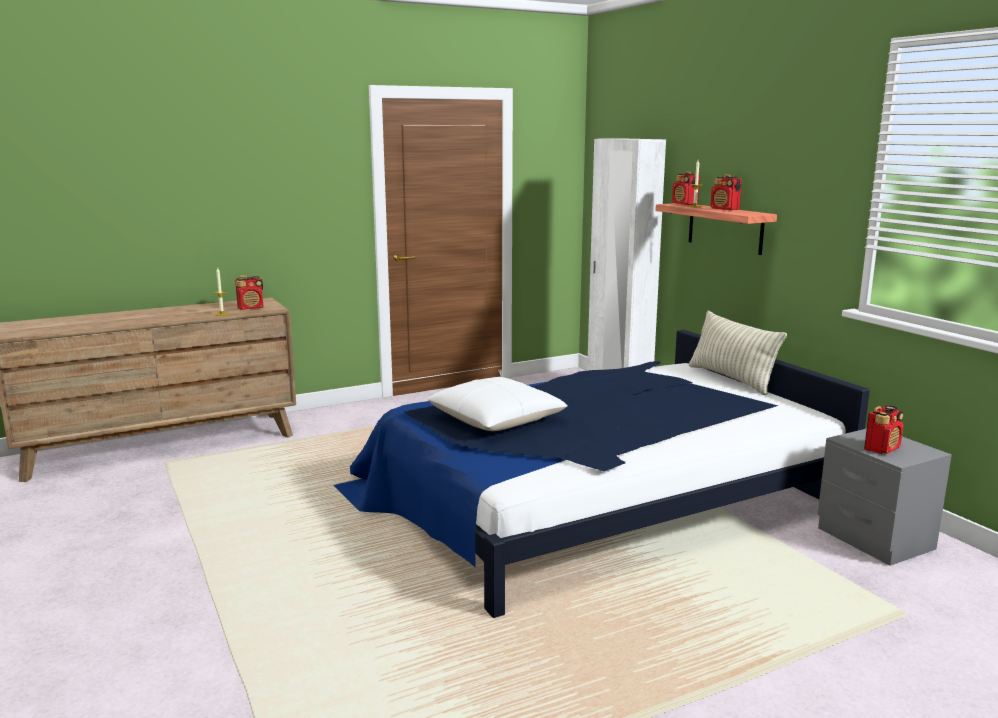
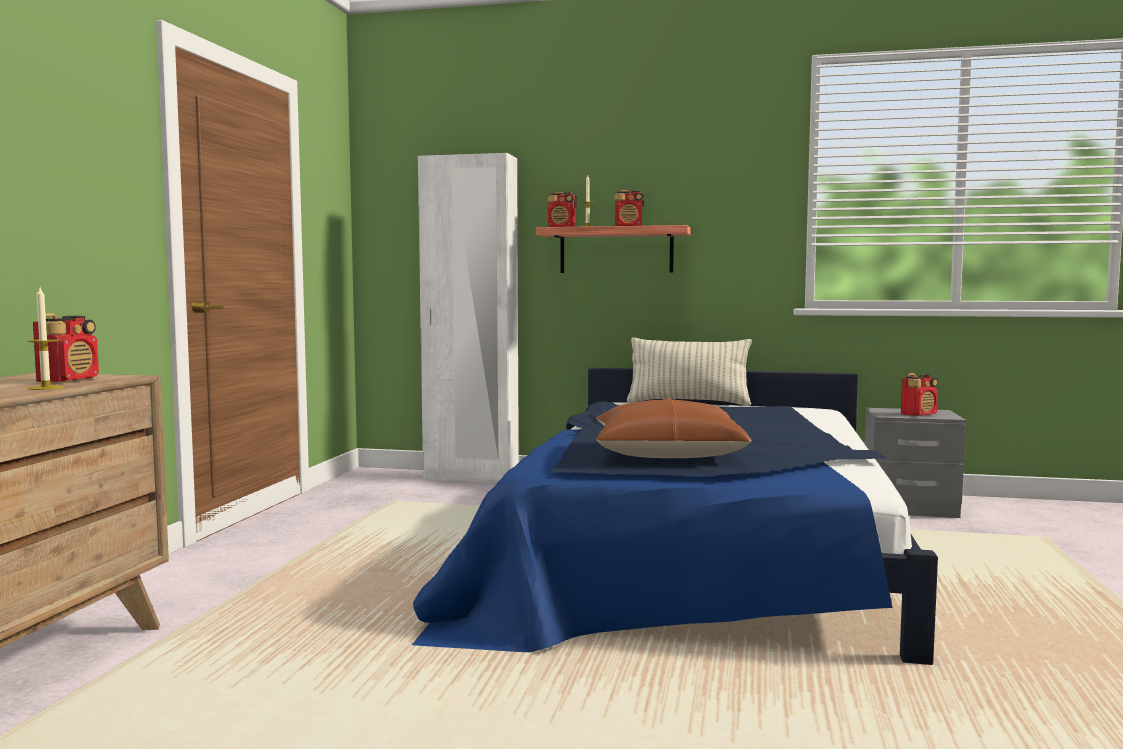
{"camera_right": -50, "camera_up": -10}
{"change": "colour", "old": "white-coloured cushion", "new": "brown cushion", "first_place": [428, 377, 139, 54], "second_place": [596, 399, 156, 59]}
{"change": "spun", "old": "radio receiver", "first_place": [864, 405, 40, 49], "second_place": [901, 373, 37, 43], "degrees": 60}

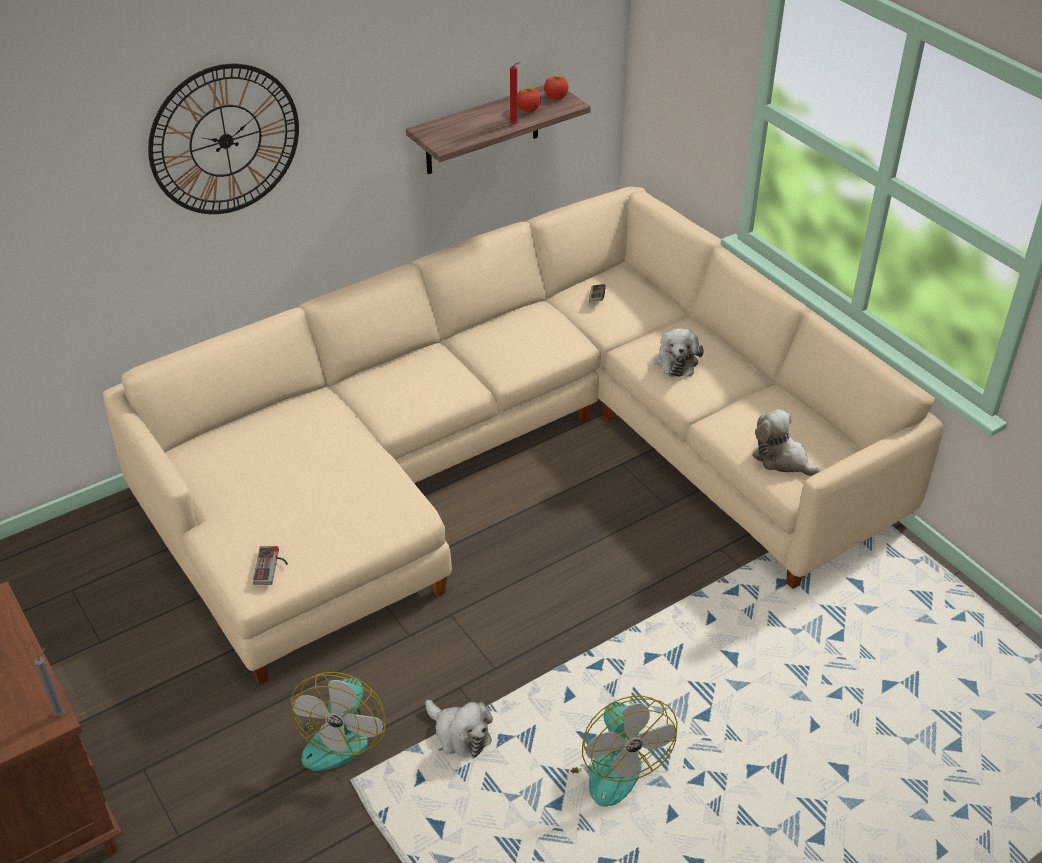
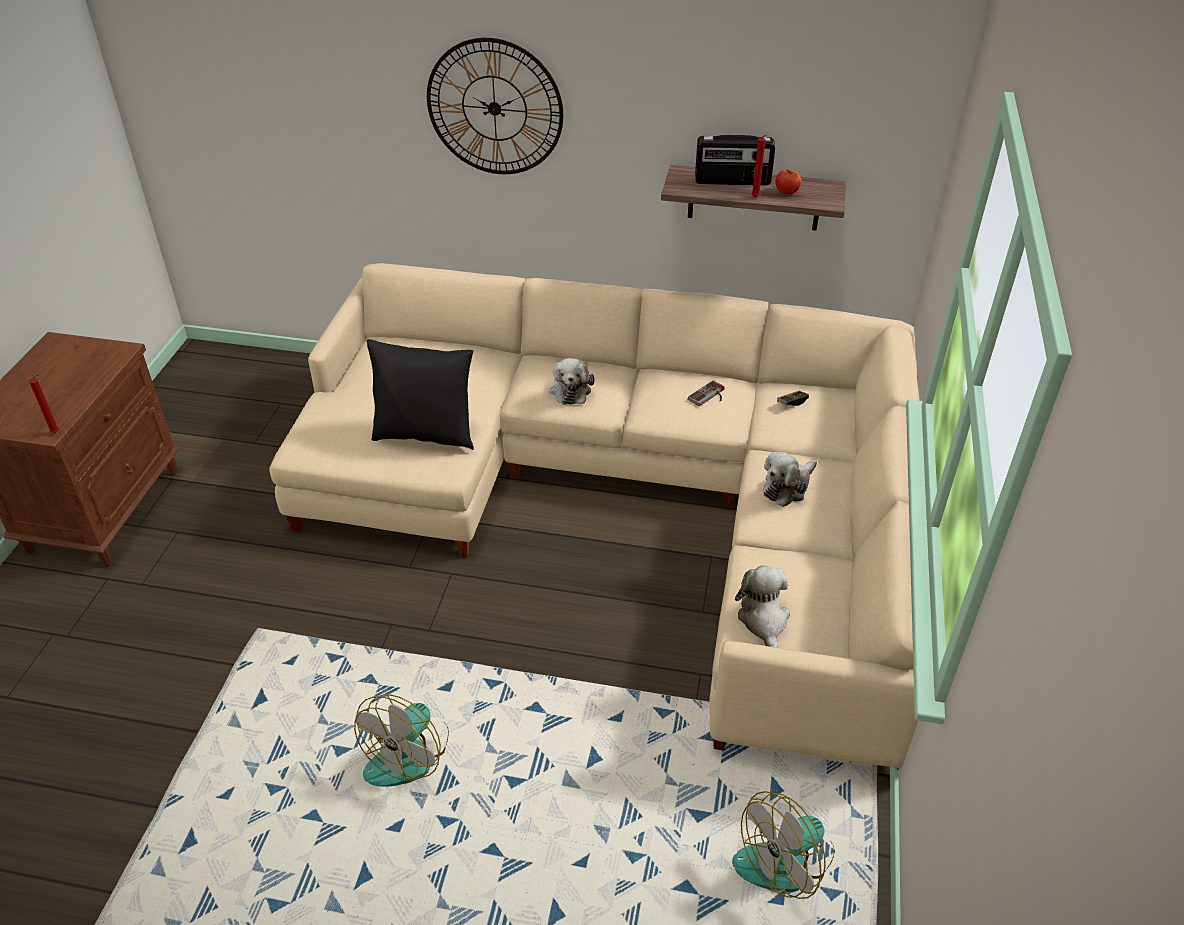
{"camera_right": 45, "camera_up": 0}
{"change": "colour", "old": "gray wax light", "new": "reddish wax light", "first_place": [34, 648, 31, 68], "second_place": [29, 374, 30, 59]}
{"change": "appeared", "new": "blackish cushion", "second_place": [367, 339, 107, 111]}
{"change": "relocated", "old": "cuddly toy", "first_place": [425, 700, 68, 58], "second_place": [549, 358, 46, 47]}
{"change": "relocated", "old": "game controller", "first_place": [253, 546, 35, 39], "second_place": [688, 380, 37, 26]}
{"change": "appeared", "new": "radio receiver", "second_place": [695, 135, 80, 50]}
{"change": "relocated", "old": "cooling fan", "first_place": [291, 672, 95, 99], "second_place": [732, 791, 103, 108]}
{"change": "missing", "old": "apple", "first_place": [544, 76, 25, 24]}

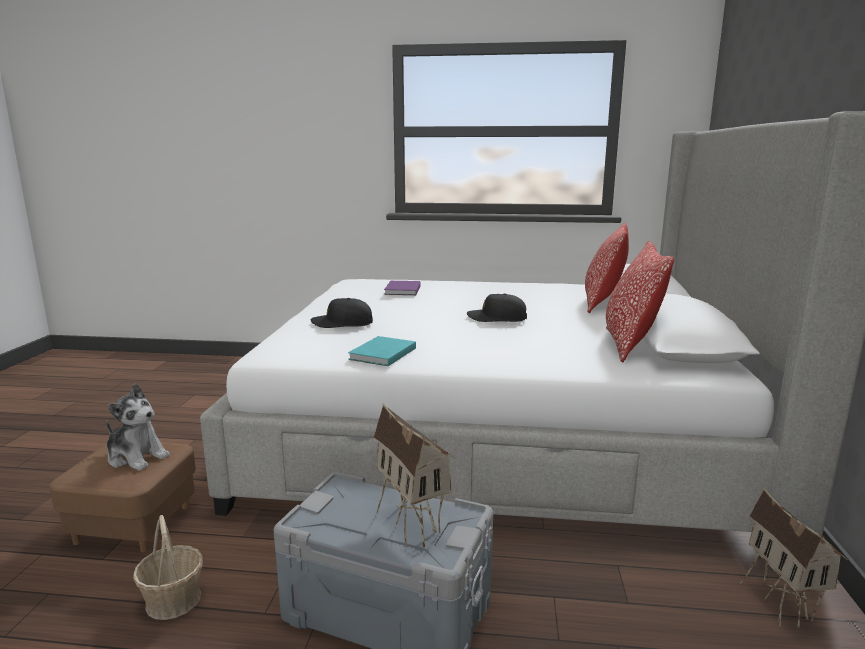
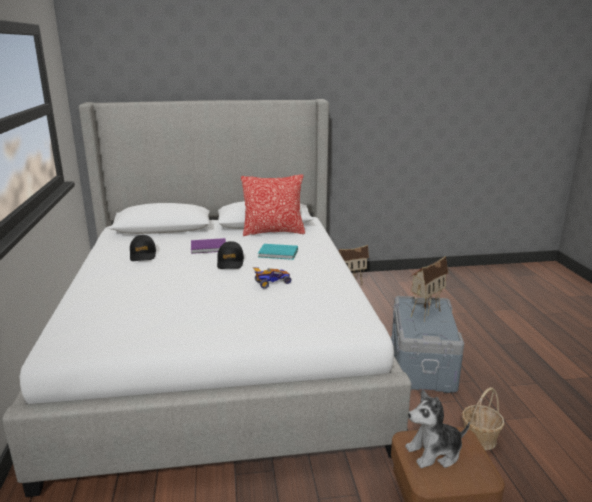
{"camera_right": -105, "camera_up": 5}
{"change": "relocated", "old": "blackish peaked cap", "first_place": [311, 298, 62, 30], "second_place": [130, 235, 26, 26]}
{"change": "relocated", "old": "purplish bound book", "first_place": [384, 281, 37, 14], "second_place": [191, 238, 35, 16]}
{"change": "appeared", "new": "model car", "second_place": [253, 267, 38, 22]}
{"change": "relocated", "old": "turquoise-coloured bound book", "first_place": [348, 336, 68, 30], "second_place": [258, 244, 40, 16]}
{"change": "spun", "old": "cuddly toy", "first_place": [106, 383, 64, 88], "second_place": [405, 389, 65, 79], "degrees": -120}
{"change": "missing", "old": "cushion", "first_place": [585, 222, 44, 91]}

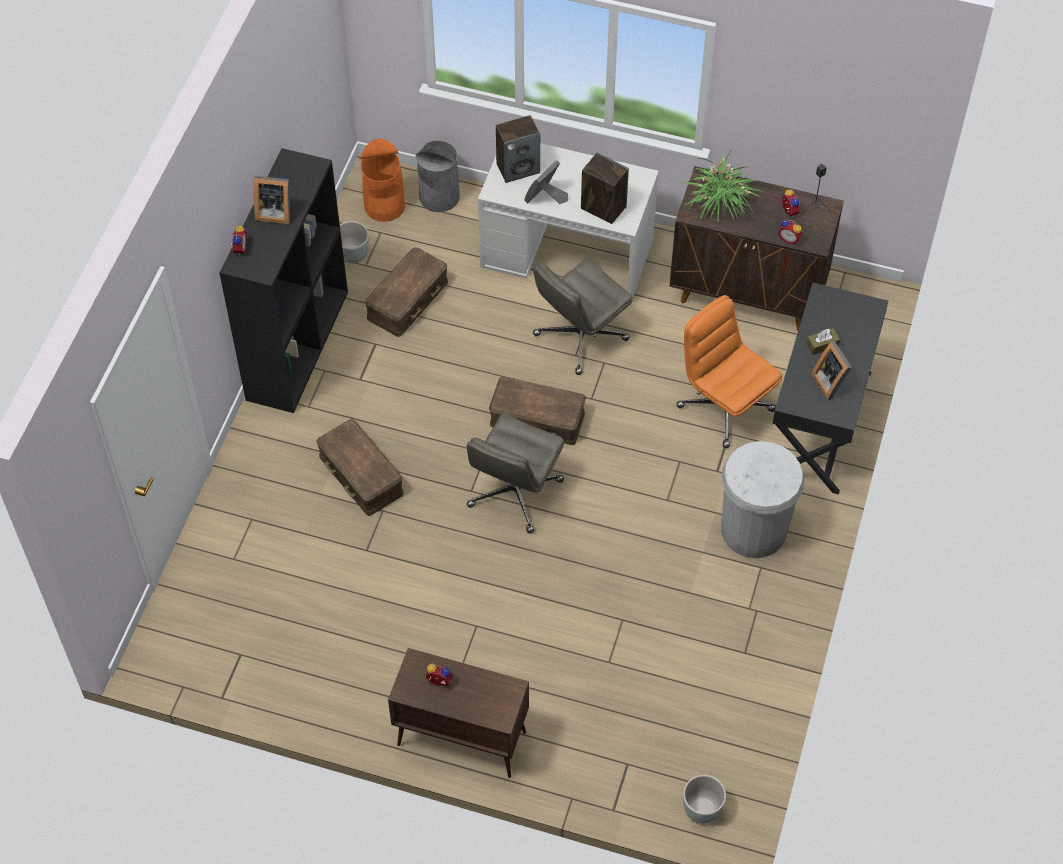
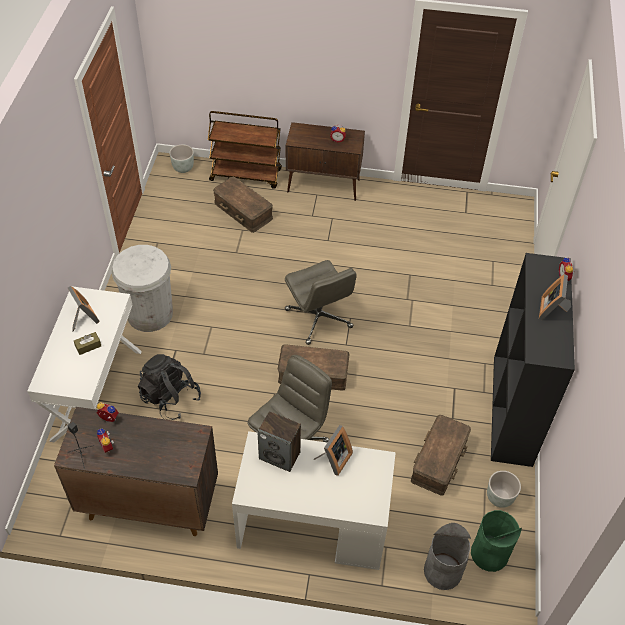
{"camera_right": 170, "camera_up": -5}
{"change": "colour", "old": "blackish desk unit", "new": "white-coloured desk unit", "first_place": [773, 282, 115, 212], "second_place": [27, 286, 115, 156]}
{"change": "exchanged", "old": "orange-coloured office chair", "new": "blackish knapsack", "first_place": [676, 295, 106, 153], "second_place": [138, 354, 63, 66]}
{"change": "appeared", "new": "brown trolley", "second_place": [208, 111, 74, 78]}
{"change": "relocated", "old": "brown storage box", "first_place": [316, 419, 88, 97], "second_place": [213, 177, 60, 56]}
{"change": "spun", "old": "gray office chair", "first_place": [467, 414, 97, 119], "second_place": [285, 260, 72, 85], "degrees": 135}
{"change": "colour", "old": "orange-coloured waste bin", "new": "green waste bin", "first_place": [360, 138, 45, 84], "second_place": [471, 510, 51, 62]}
{"change": "spun", "old": "picture frame", "first_place": [253, 176, 37, 48], "second_place": [539, 274, 32, 46], "degrees": -75}
{"change": "missing", "old": "loudspeaker", "first_place": [496, 115, 44, 68]}
{"change": "missing", "old": "houseplant", "first_place": [683, 150, 80, 70]}

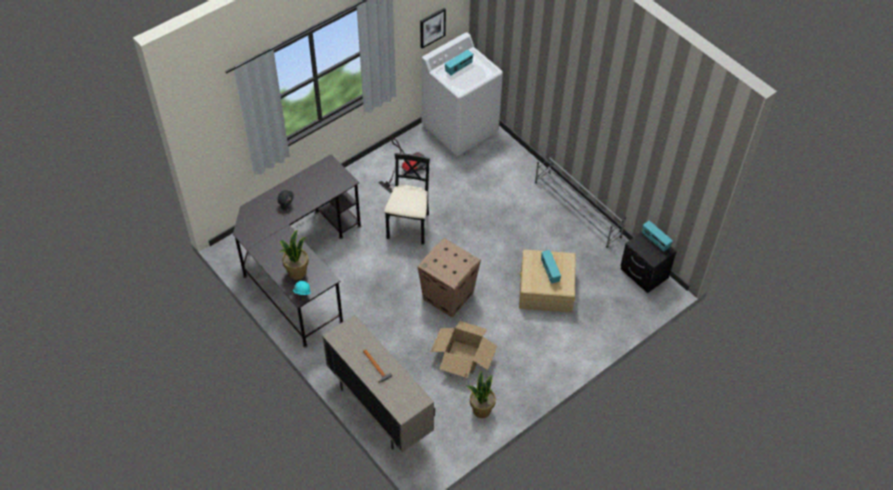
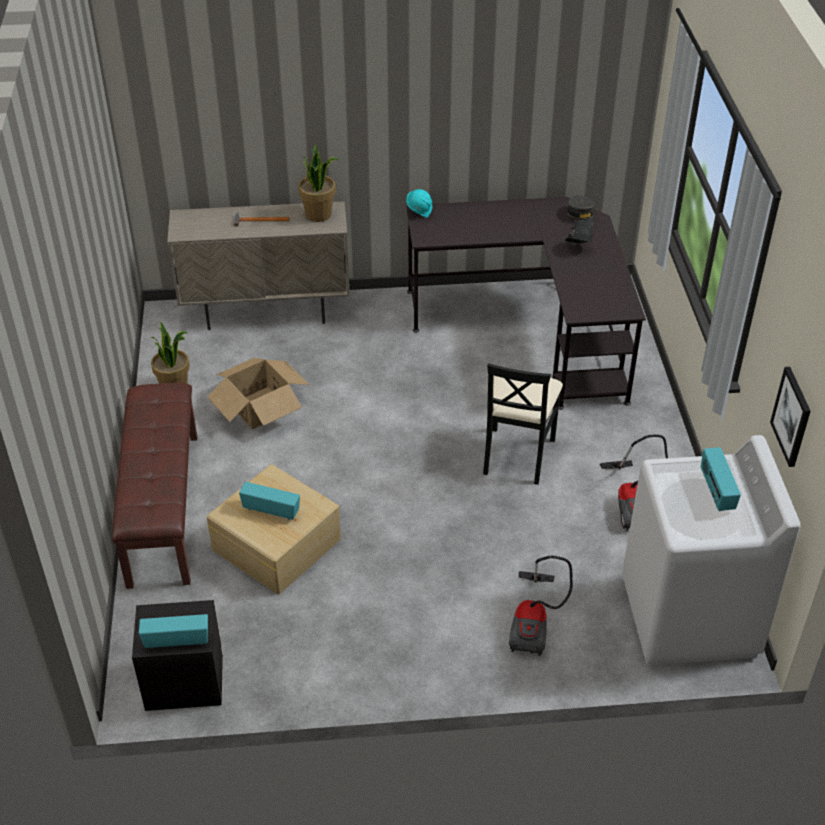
{"camera_right": 125, "camera_up": -10}
{"change": "appeared", "new": "brown long seat", "second_place": [112, 383, 85, 206]}
{"change": "relocated", "old": "houseplant", "first_place": [279, 230, 30, 50], "second_place": [298, 145, 41, 77]}
{"change": "spun", "old": "blackish plain chair", "first_place": [384, 153, 46, 92], "second_place": [483, 363, 80, 122], "degrees": 60}
{"change": "appeared", "new": "hoover", "second_place": [509, 555, 64, 101]}
{"change": "appeared", "new": "gray peaked cap", "second_place": [568, 195, 27, 33]}
{"change": "missing", "old": "cardboard box", "first_place": [417, 238, 64, 79]}
{"change": "missing", "old": "gray shoe stand", "first_place": [535, 153, 91, 95]}

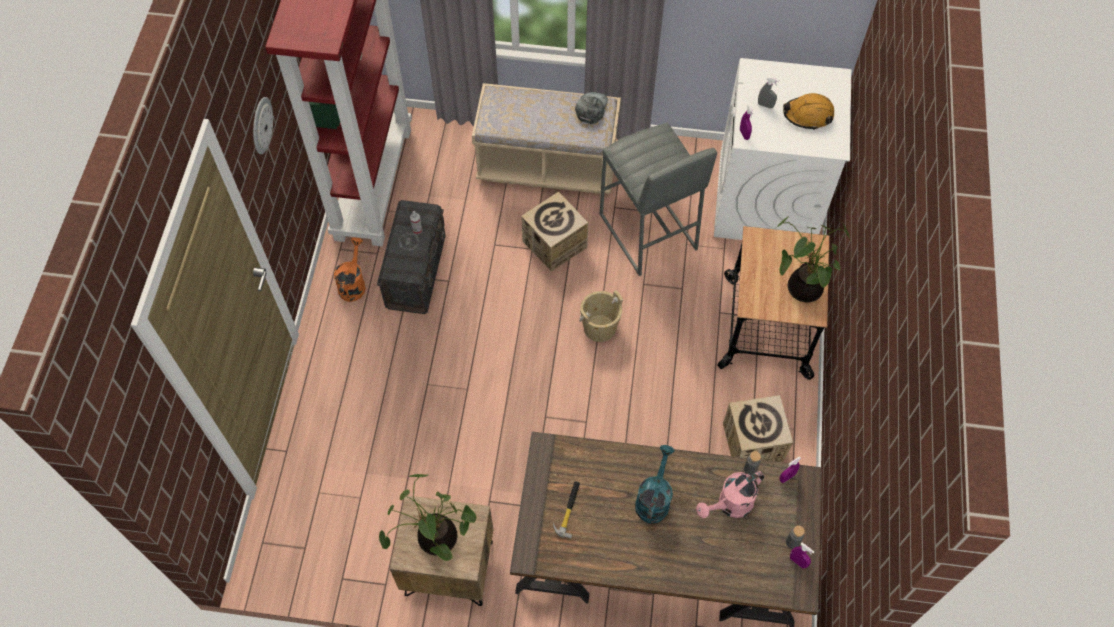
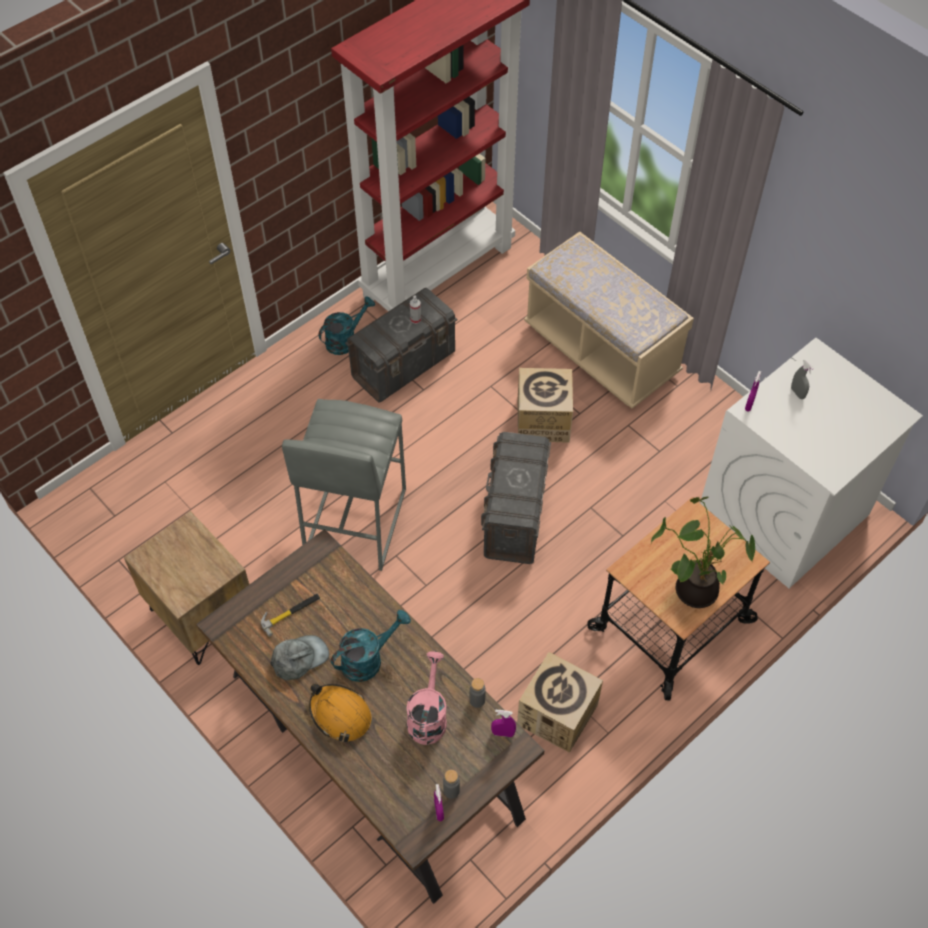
{"camera_right": 40, "camera_up": -5}
{"change": "relocated", "old": "gray peaked cap", "first_place": [575, 92, 33, 32], "second_place": [270, 635, 59, 45]}
{"change": "relocated", "old": "gray stool seat", "first_place": [600, 123, 117, 153], "second_place": [282, 399, 124, 172]}
{"change": "relocated", "old": "orange-coloured hard hat", "first_place": [783, 93, 51, 37], "second_place": [309, 683, 63, 59]}
{"change": "colour", "old": "orange-coloured sprinkling can", "new": "turquoise-coloured sprinkling can", "first_place": [334, 237, 32, 65], "second_place": [319, 296, 56, 59]}
{"change": "spun", "old": "pink sprinkling can", "first_place": [696, 471, 69, 47], "second_place": [406, 651, 41, 94], "degrees": 90}
{"change": "exchanged", "old": "beige-coloured bucket", "new": "gray storage box", "first_place": [579, 290, 44, 52], "second_place": [481, 432, 70, 132]}
{"change": "missing", "old": "clock on the wall", "first_place": [253, 97, 20, 57]}
{"change": "missing", "old": "houseplant", "first_place": [379, 474, 97, 87]}

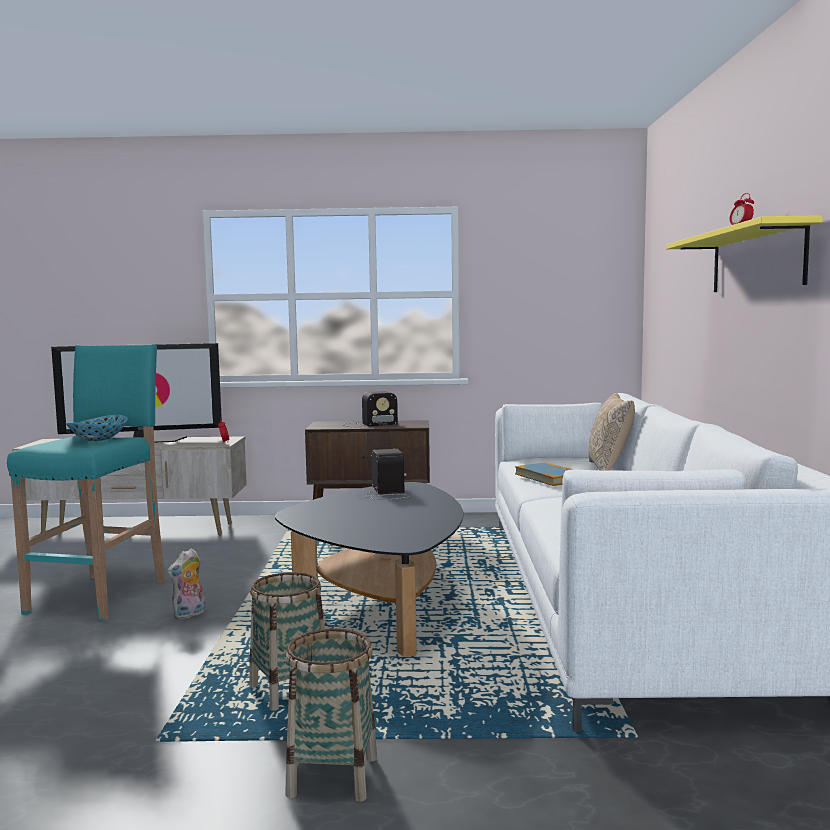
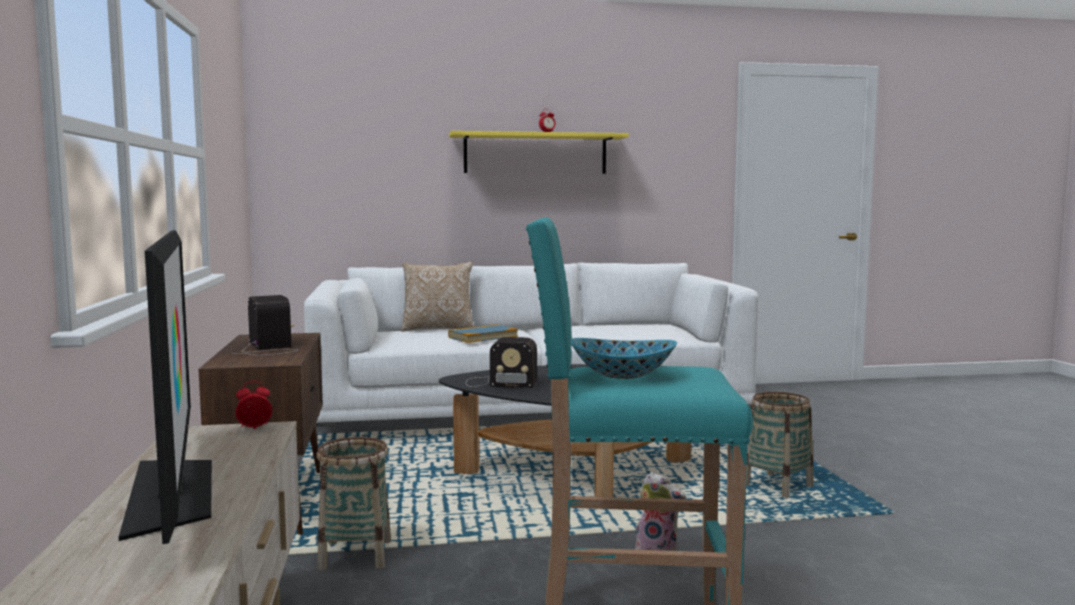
{"camera_right": -100, "camera_up": 0}
{"change": "relocated", "old": "storage basket", "first_place": [285, 628, 92, 174], "second_place": [316, 437, 75, 134]}
{"change": "spun", "old": "radio receiver", "first_place": [366, 449, 43, 51], "second_place": [466, 337, 71, 51], "degrees": -150}

